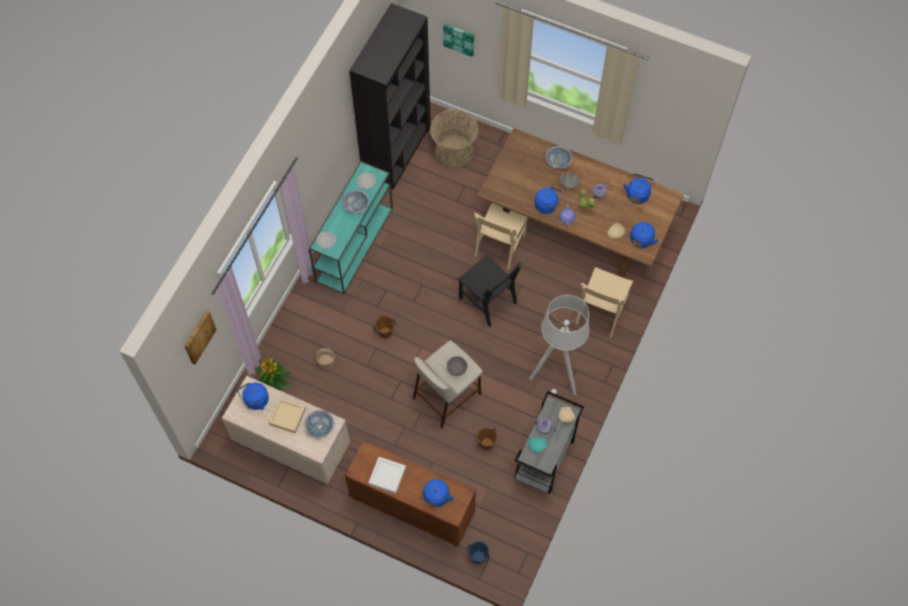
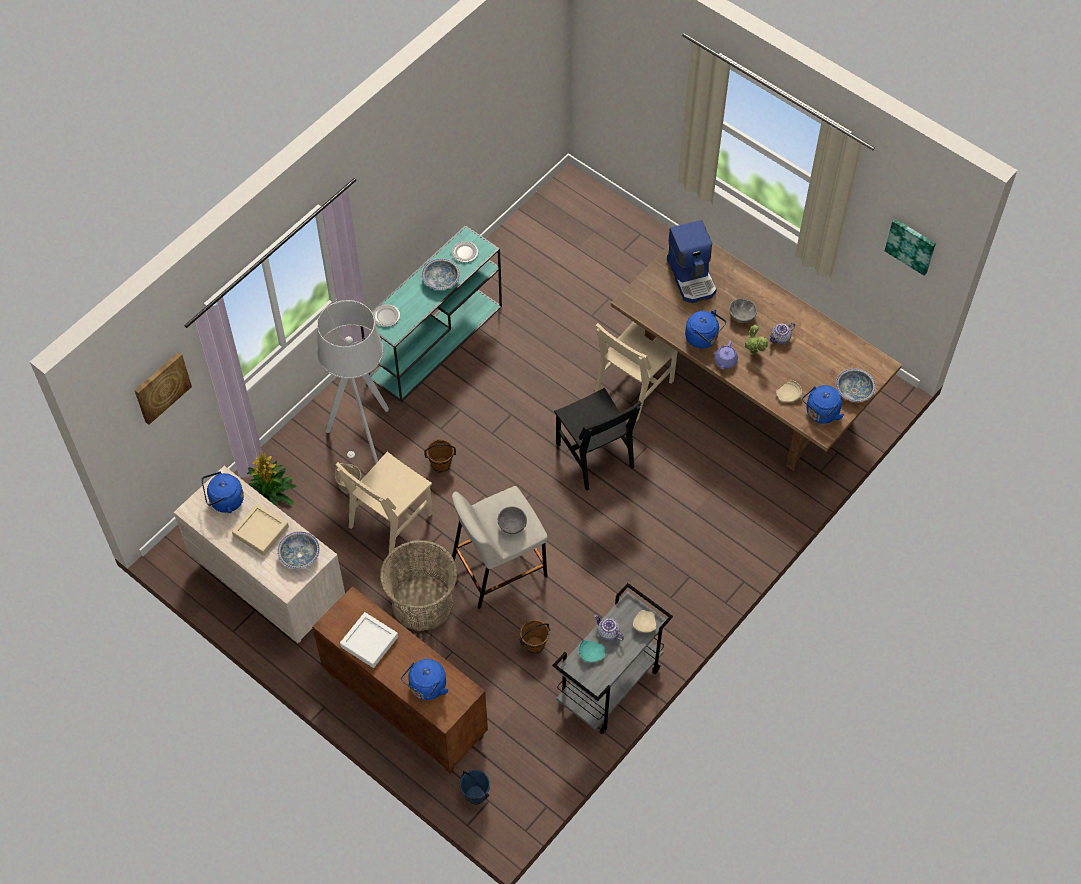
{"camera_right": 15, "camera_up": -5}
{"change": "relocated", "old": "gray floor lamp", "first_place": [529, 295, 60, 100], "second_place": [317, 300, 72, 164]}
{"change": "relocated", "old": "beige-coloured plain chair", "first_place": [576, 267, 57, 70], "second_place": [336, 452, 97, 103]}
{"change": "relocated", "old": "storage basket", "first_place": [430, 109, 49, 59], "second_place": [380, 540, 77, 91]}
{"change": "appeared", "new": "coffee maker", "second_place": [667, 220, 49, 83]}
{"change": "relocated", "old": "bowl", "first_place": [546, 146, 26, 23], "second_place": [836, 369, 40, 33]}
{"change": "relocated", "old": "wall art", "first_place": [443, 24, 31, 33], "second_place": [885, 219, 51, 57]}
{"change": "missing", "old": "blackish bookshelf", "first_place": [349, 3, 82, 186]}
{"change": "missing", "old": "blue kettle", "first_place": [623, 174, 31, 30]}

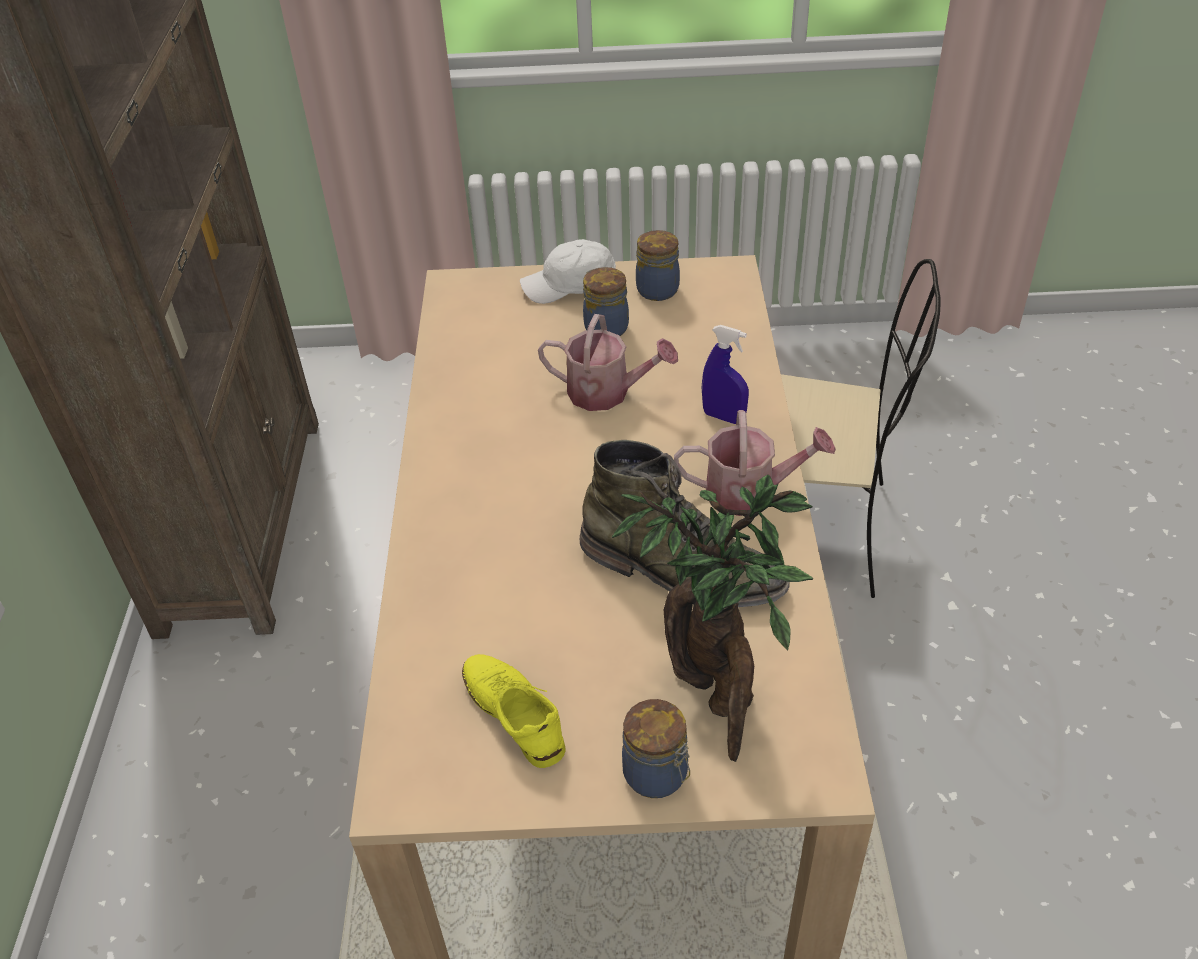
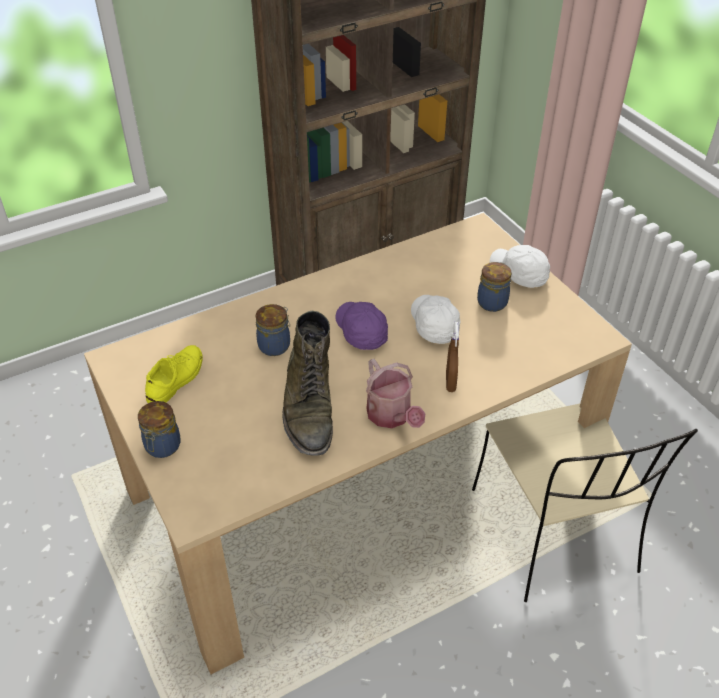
{"camera_right": 60, "camera_up": 0}
{"change": "relocated", "old": "jar", "first_place": [636, 230, 44, 71], "second_place": [256, 304, 34, 52]}
{"change": "appeared", "new": "purplish peaked cap", "second_place": [335, 302, 53, 48]}
{"change": "exchanged", "old": "sprinkling can", "new": "white-coloured peaked cap", "first_place": [538, 314, 140, 97], "second_place": [411, 295, 49, 49]}
{"change": "colour", "old": "blue spray bottle", "new": "brown spray bottle", "first_place": [702, 325, 47, 99], "second_place": [446, 322, 13, 70]}
{"change": "missing", "old": "houseplant", "first_place": [612, 475, 201, 287]}

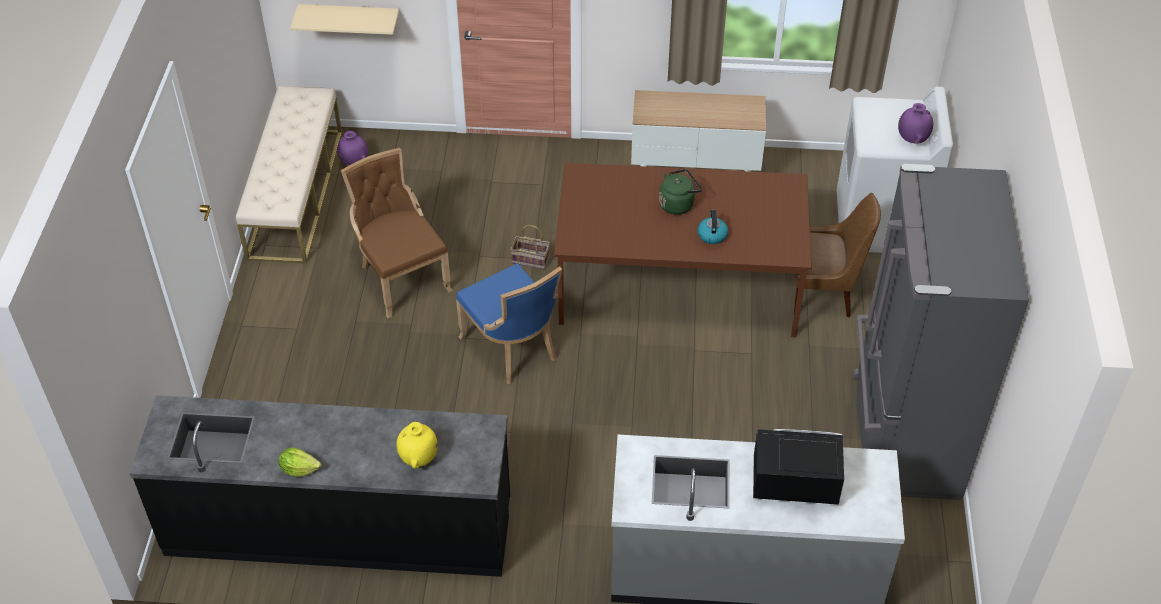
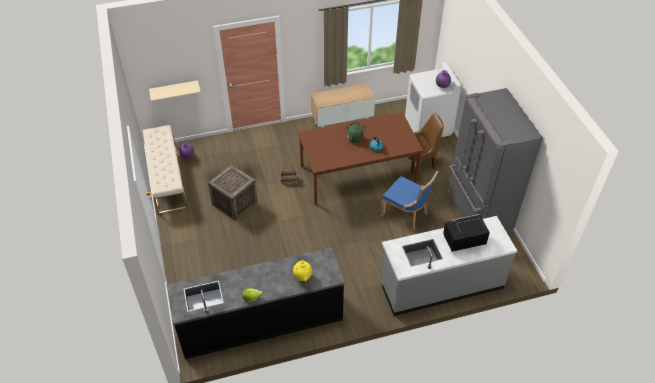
{"camera_right": -20, "camera_up": 0}
{"change": "exchanged", "old": "brown plain chair", "new": "packing crate", "first_place": [341, 148, 112, 170], "second_place": [208, 165, 50, 55]}
{"change": "relocated", "old": "blue plain chair", "first_place": [456, 263, 106, 121], "second_place": [380, 171, 58, 59]}

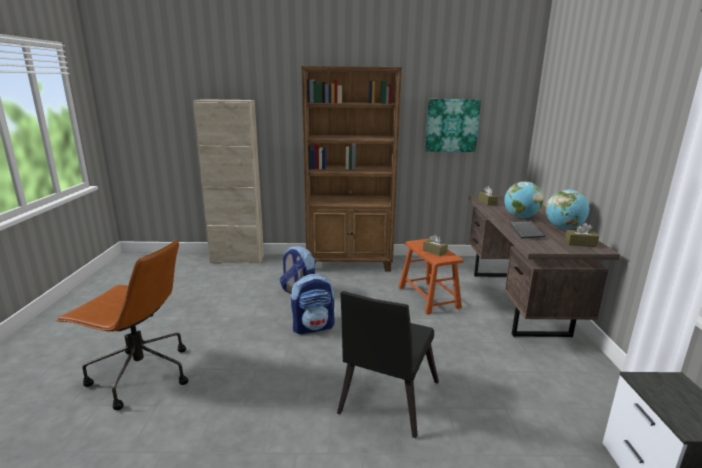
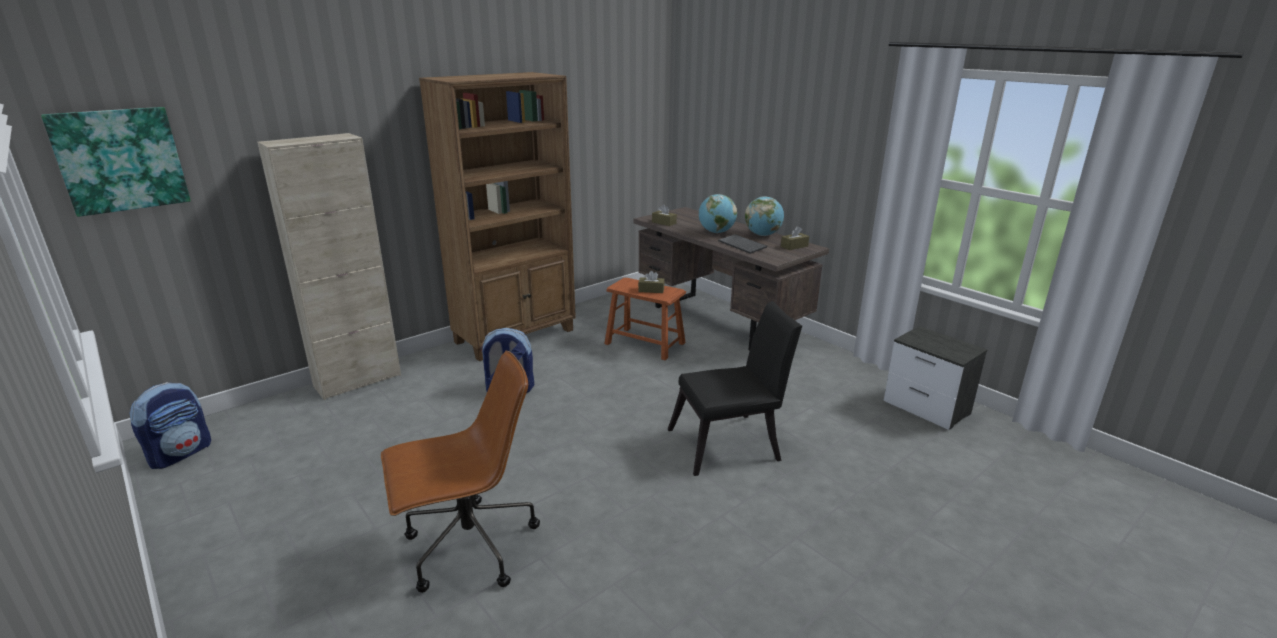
{"camera_right": -40, "camera_up": 5}
{"change": "relocated", "old": "wall art", "first_place": [425, 99, 56, 53], "second_place": [41, 107, 150, 110]}
{"change": "relocated", "old": "knapsack", "first_place": [291, 274, 44, 60], "second_place": [130, 382, 81, 87]}
{"change": "spun", "old": "blackish plain chair", "first_place": [337, 291, 102, 147], "second_place": [667, 301, 135, 175], "degrees": -90}

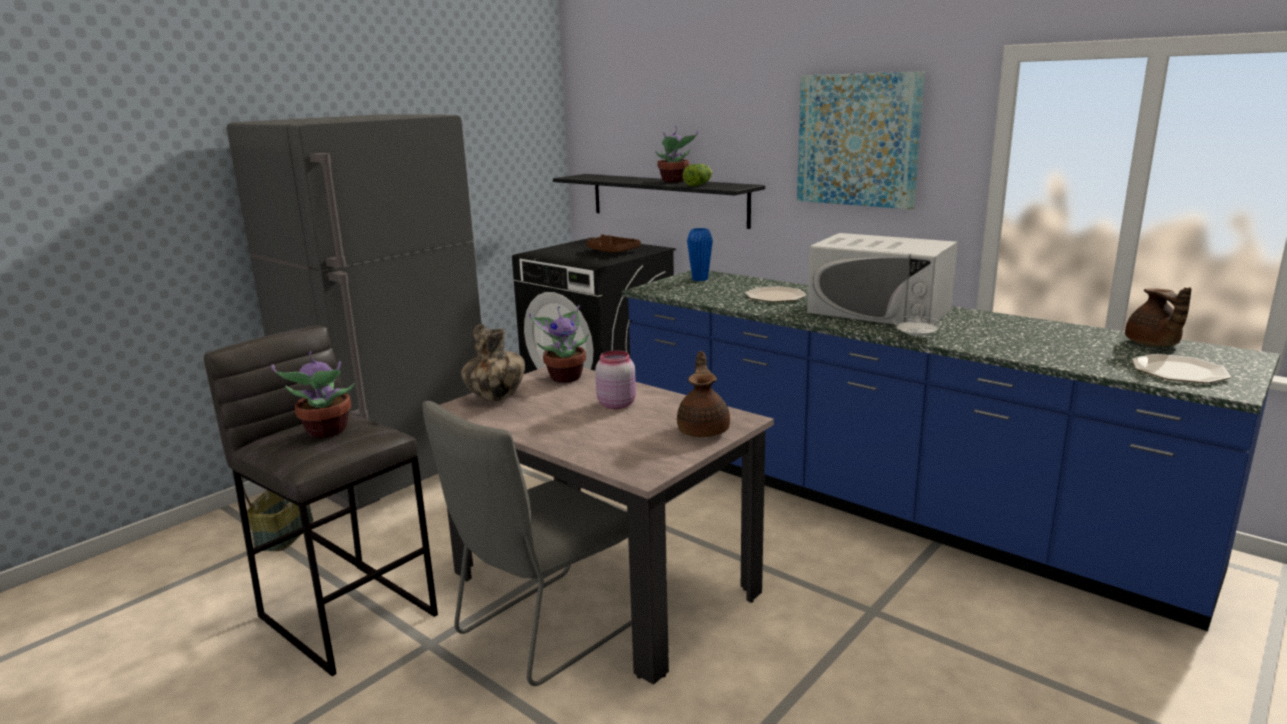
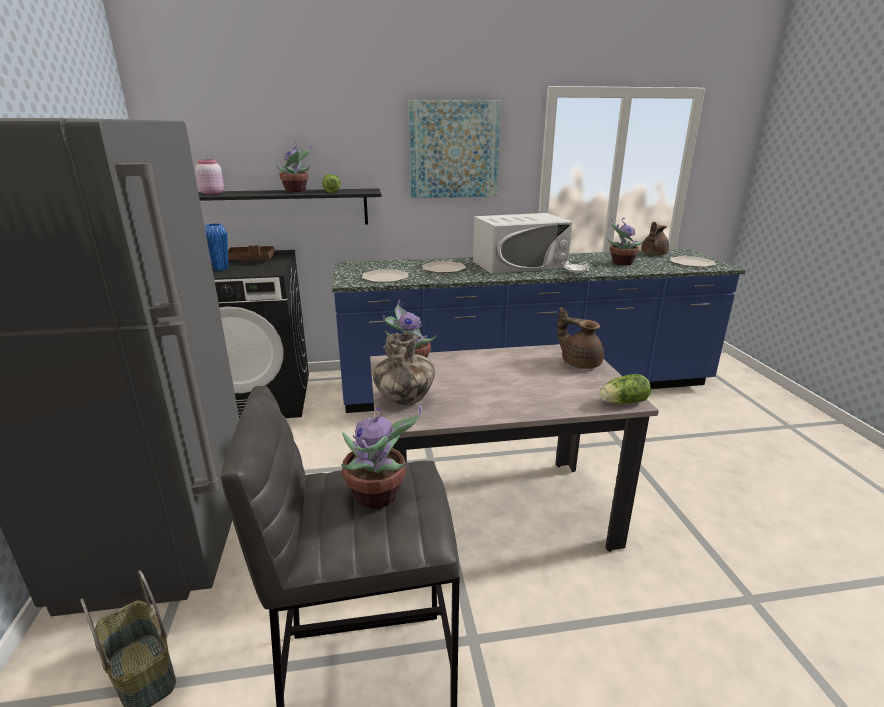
{"camera_right": -50, "camera_up": 5}
{"change": "relocated", "old": "pink jar", "first_place": [595, 350, 41, 59], "second_place": [195, 160, 29, 35]}
{"change": "relocated", "old": "blue vase", "first_place": [687, 228, 26, 53], "second_place": [205, 223, 23, 48]}
{"change": "appeared", "new": "flat dish", "second_place": [362, 269, 46, 13]}
{"change": "appeared", "new": "lettuce head", "second_place": [599, 374, 52, 30]}
{"change": "appeared", "new": "houseplant", "second_place": [607, 218, 38, 47]}
{"change": "spun", "old": "brown pot for tea", "first_place": [1125, 287, 67, 60], "second_place": [641, 222, 28, 33], "degrees": 90}
{"change": "missing", "old": "gray plain chair", "first_place": [422, 401, 210, 285]}

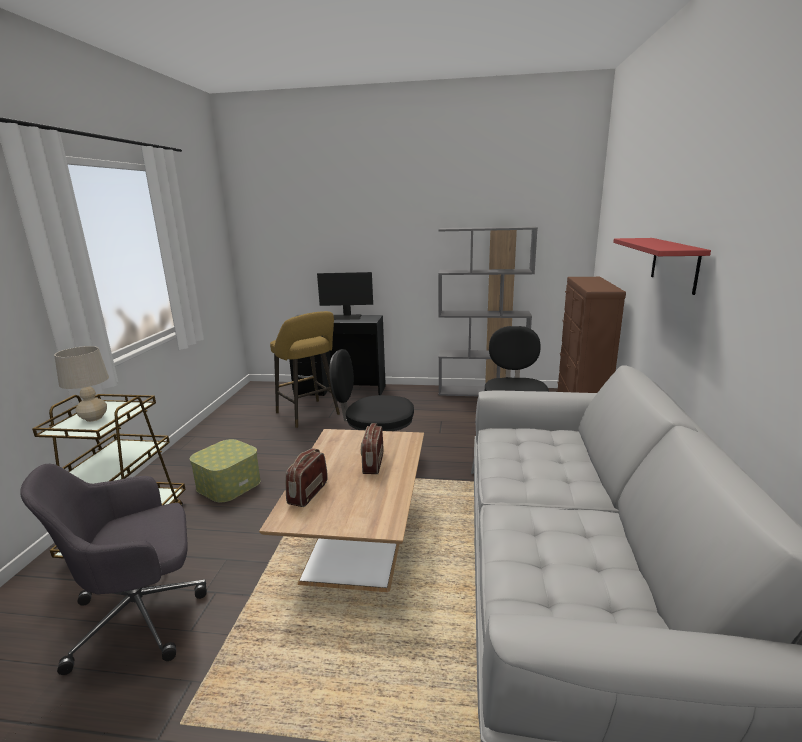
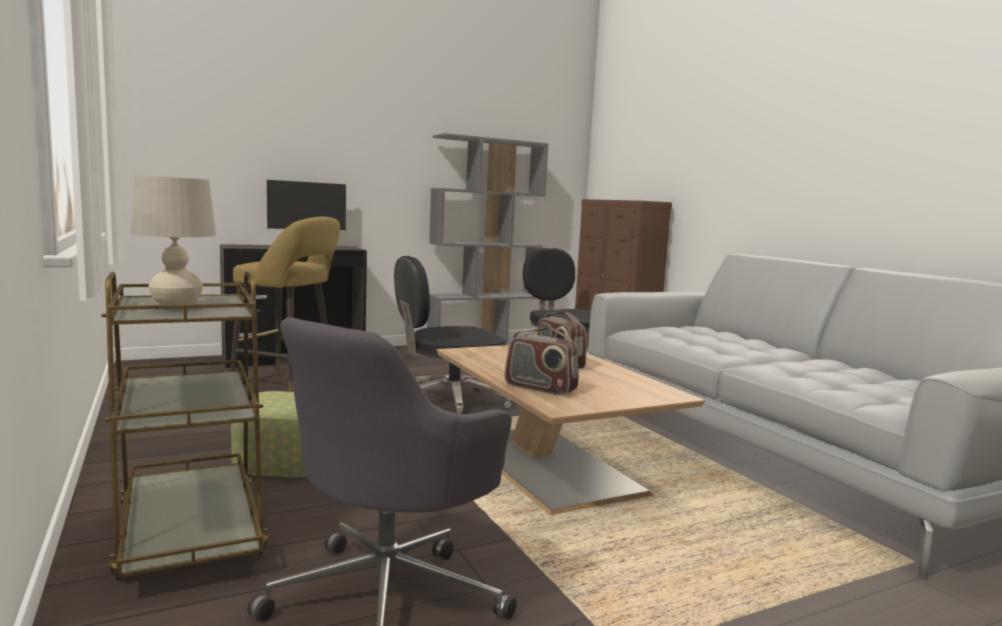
{"camera_right": -35, "camera_up": -10}
{"change": "spun", "old": "radio receiver", "first_place": [285, 448, 43, 59], "second_place": [505, 327, 74, 69], "degrees": -45}
{"change": "missing", "old": "reddish shelf", "first_place": [613, 238, 98, 57]}

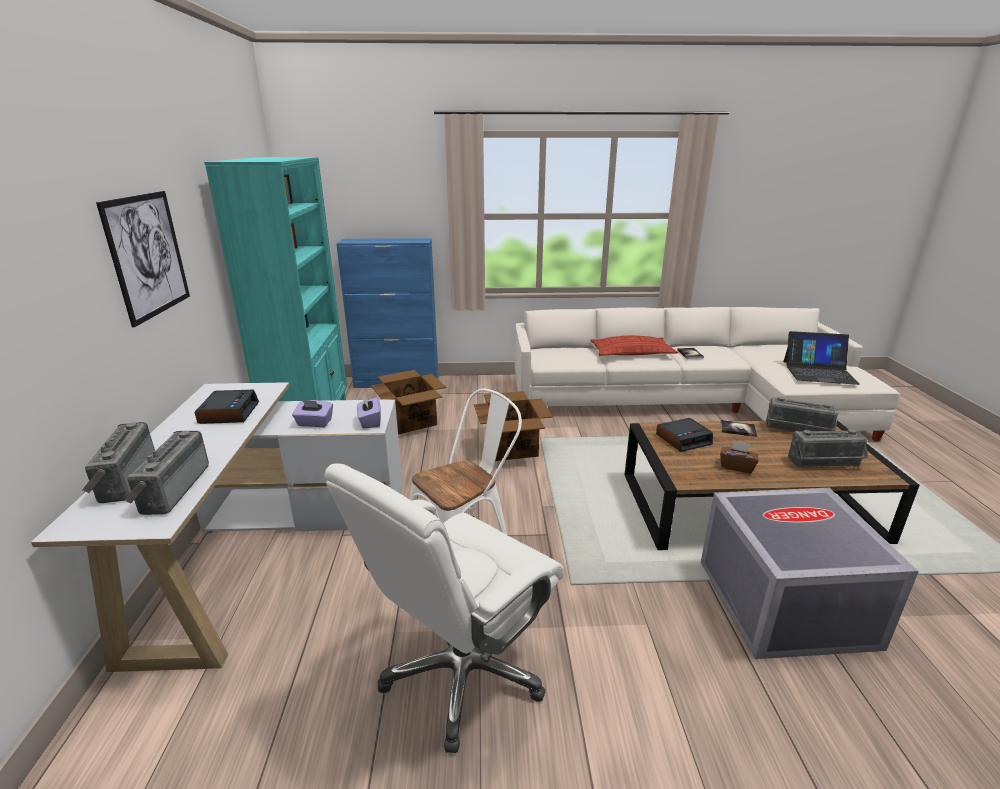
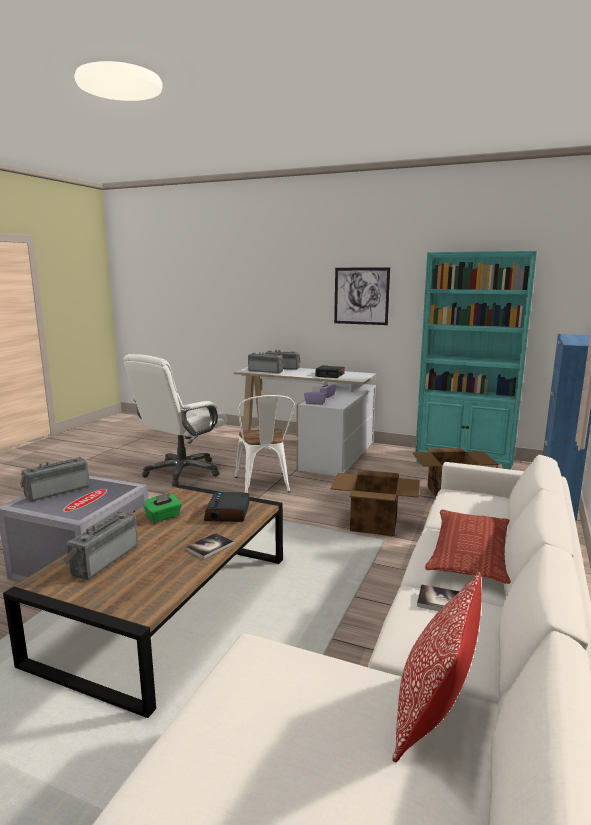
{"camera_right": 115, "camera_up": -10}
{"change": "relocated", "old": "radio receiver", "first_place": [766, 397, 72, 35], "second_place": [20, 457, 70, 44]}
{"change": "spun", "old": "white-coloured office chair", "first_place": [324, 463, 240, 290], "second_place": [124, 354, 103, 133], "degrees": -120}
{"change": "colour", "old": "brown tissue box", "new": "green tissue box", "first_place": [720, 440, 39, 34], "second_place": [143, 493, 39, 30]}
{"change": "appeared", "new": "cushion", "second_place": [392, 572, 90, 190]}
{"change": "missing", "old": "laptop", "first_place": [783, 331, 77, 54]}

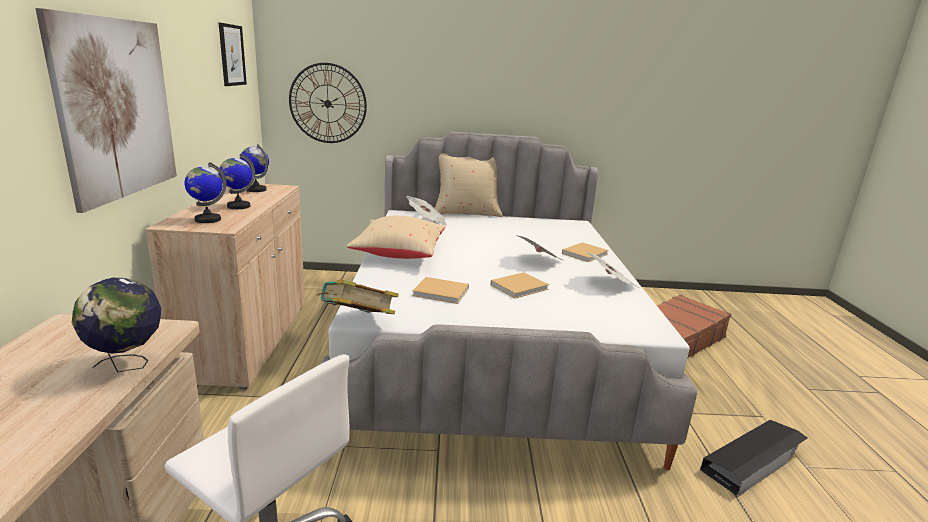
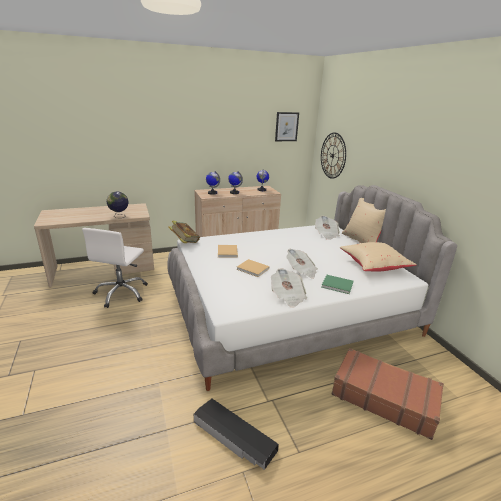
{"camera_right": 70, "camera_up": 5}
{"change": "colour", "old": "beige-coloured bound book", "new": "green bound book", "first_place": [562, 242, 47, 20], "second_place": [321, 275, 32, 19]}
{"change": "relocated", "old": "beige-coloured cushion", "first_place": [346, 215, 100, 44], "second_place": [340, 242, 77, 30]}
{"change": "missing", "old": "wall art", "first_place": [35, 8, 142, 205]}

